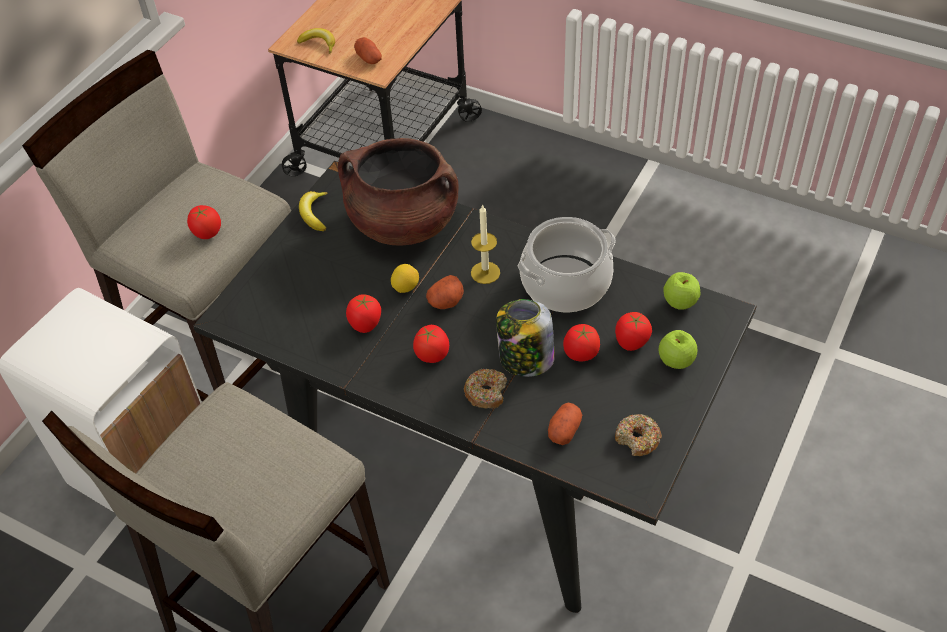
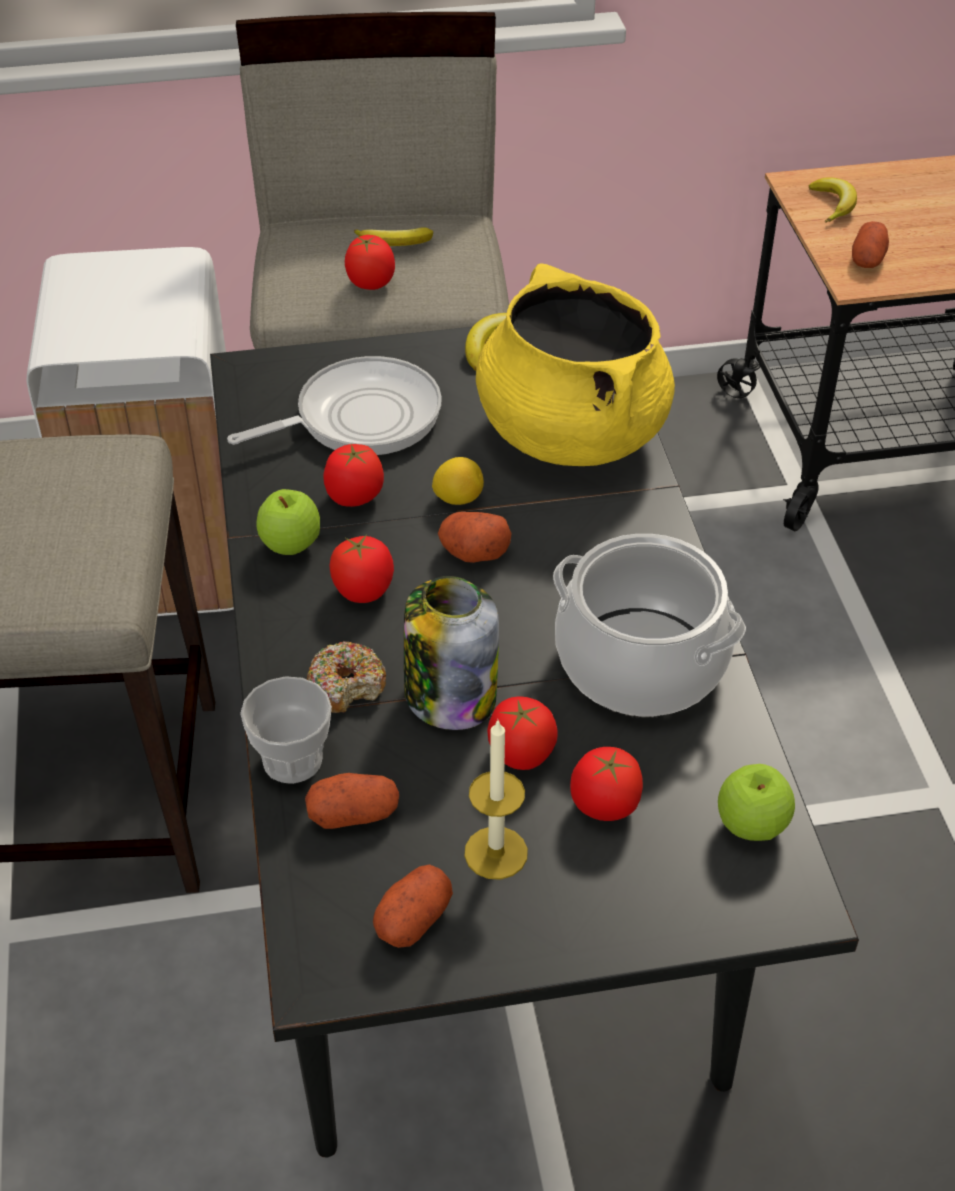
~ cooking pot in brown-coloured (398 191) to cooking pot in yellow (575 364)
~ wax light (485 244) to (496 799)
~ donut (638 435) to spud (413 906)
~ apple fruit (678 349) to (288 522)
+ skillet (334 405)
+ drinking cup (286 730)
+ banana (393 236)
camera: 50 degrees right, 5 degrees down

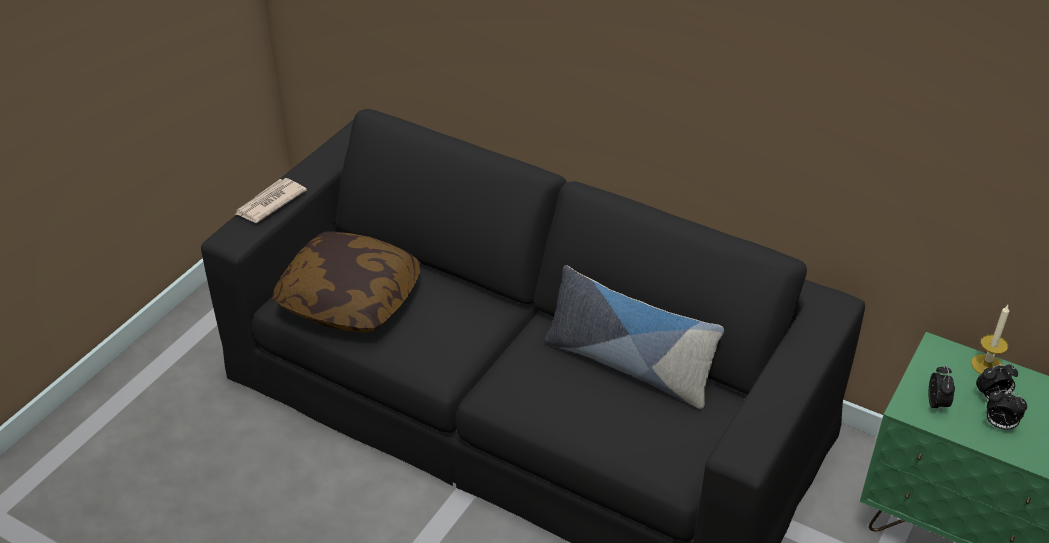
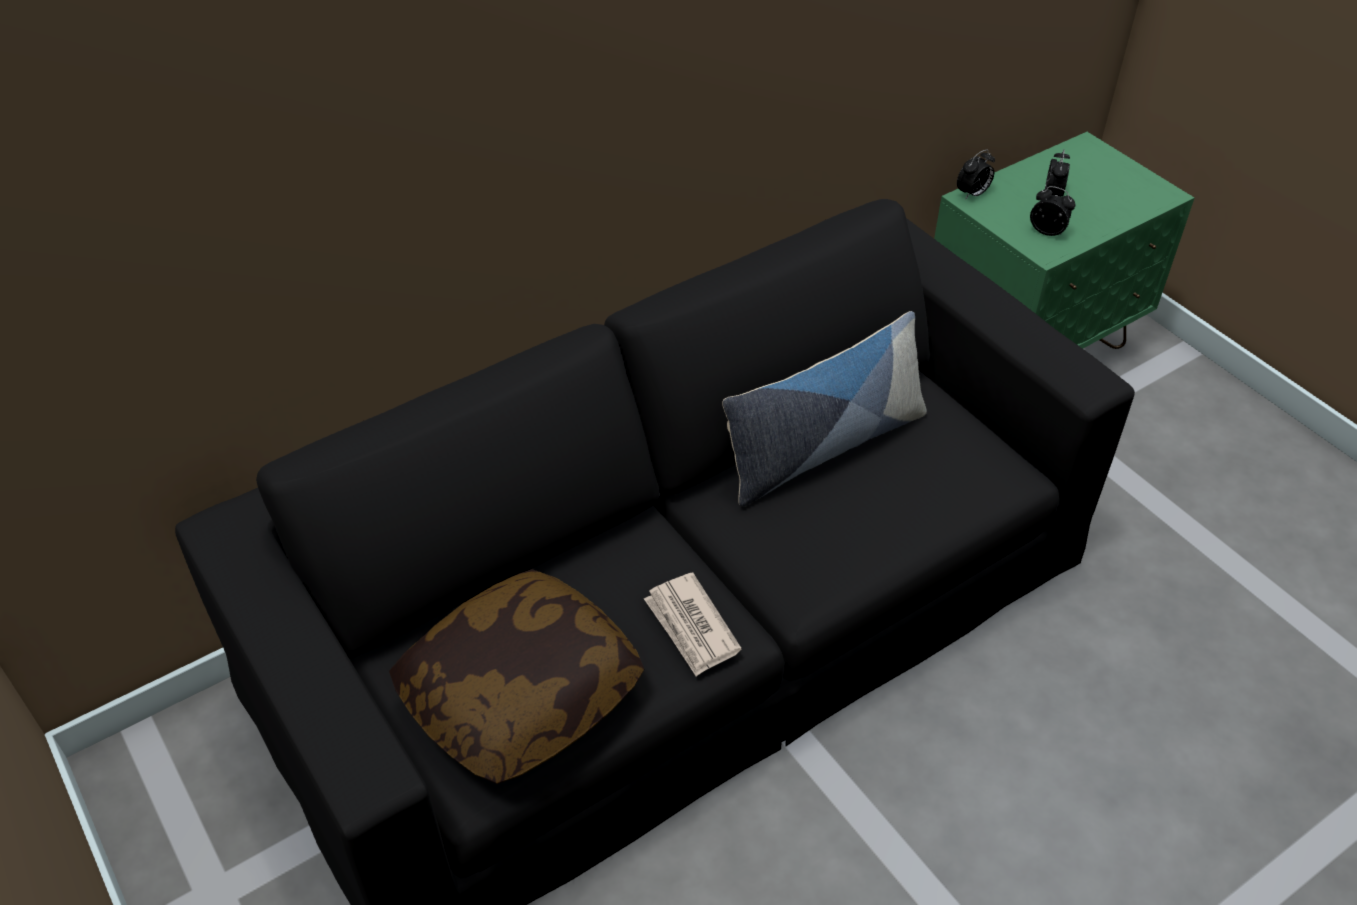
~ newspaper (271 200) to (693 625)
- wax light (990 339)
~ bedside clock (1007 410) to (976 175)
camera: 65 degrees left, 5 degrees up

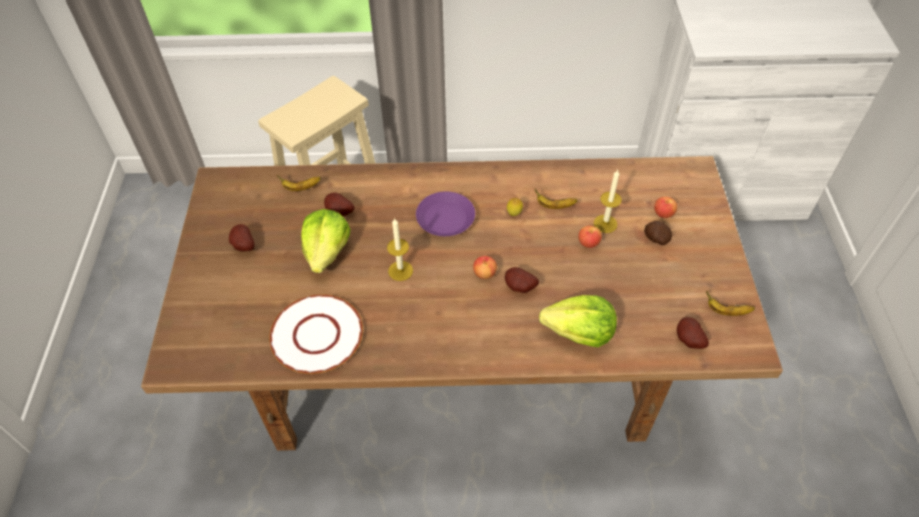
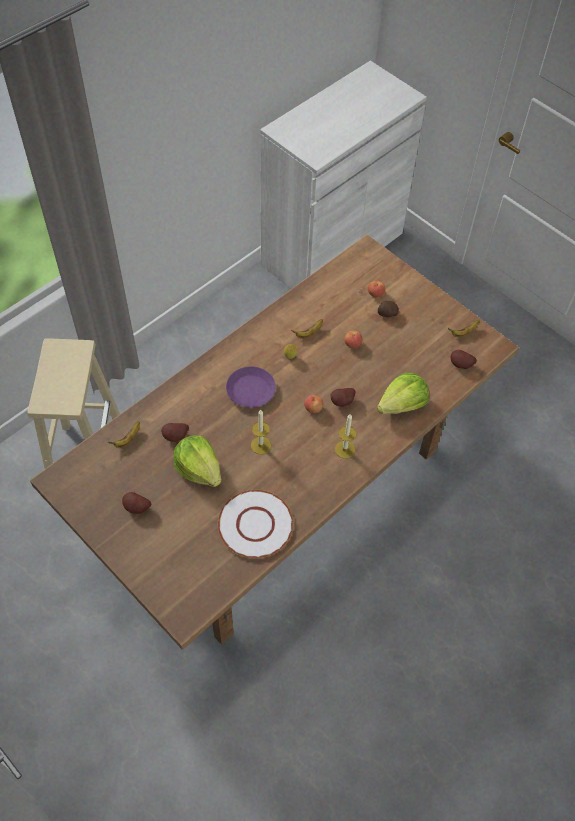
~ wax light (608 201) to (345 436)
camera: 45 degrees left, 5 degrees up

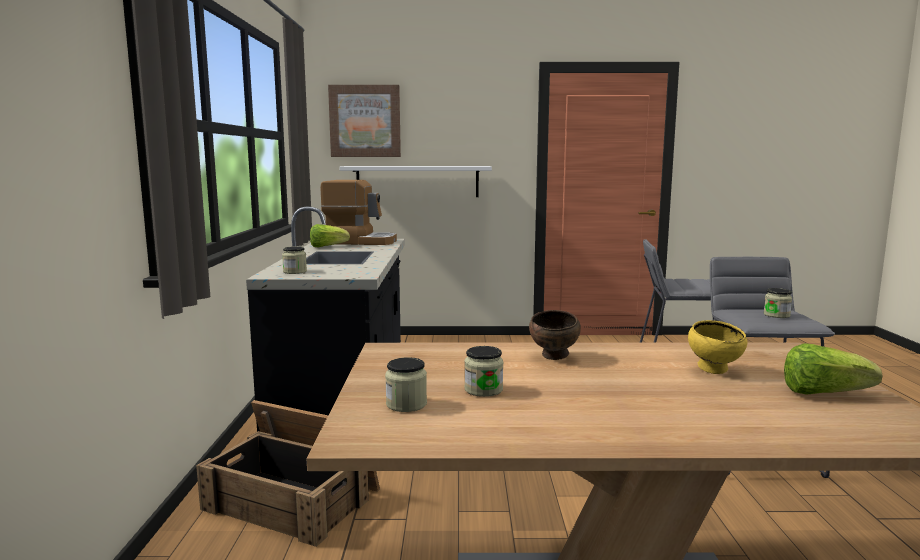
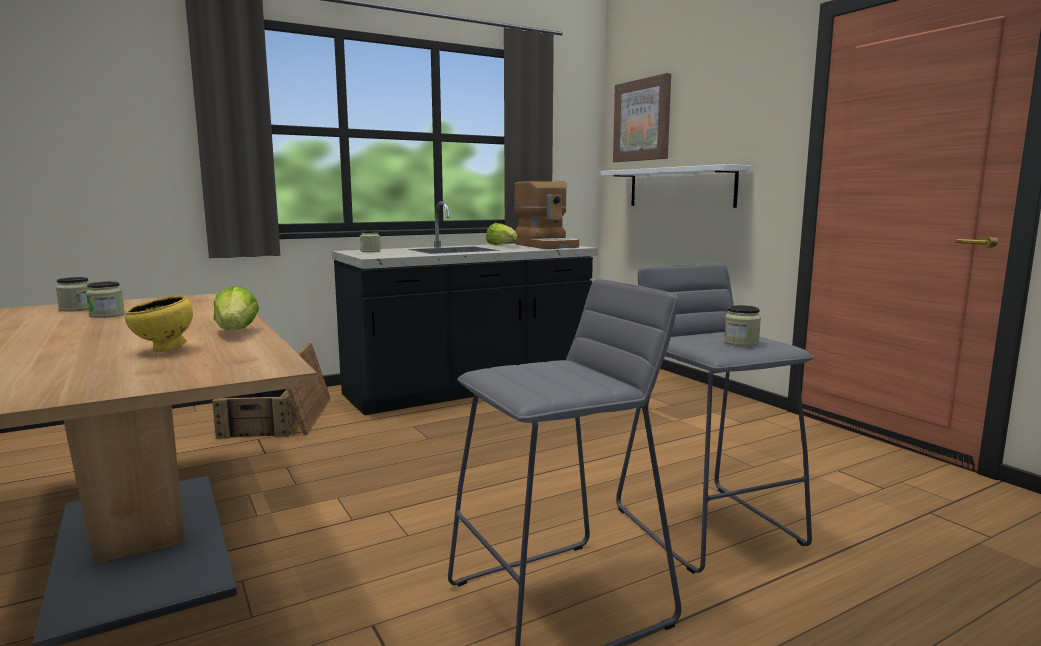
- deep dish in brown-coloured (555 335)
~ storage jar (778 303) to (742 325)
~ lettuce head (833 368) to (236 308)
camera: 60 degrees right, 0 degrees up

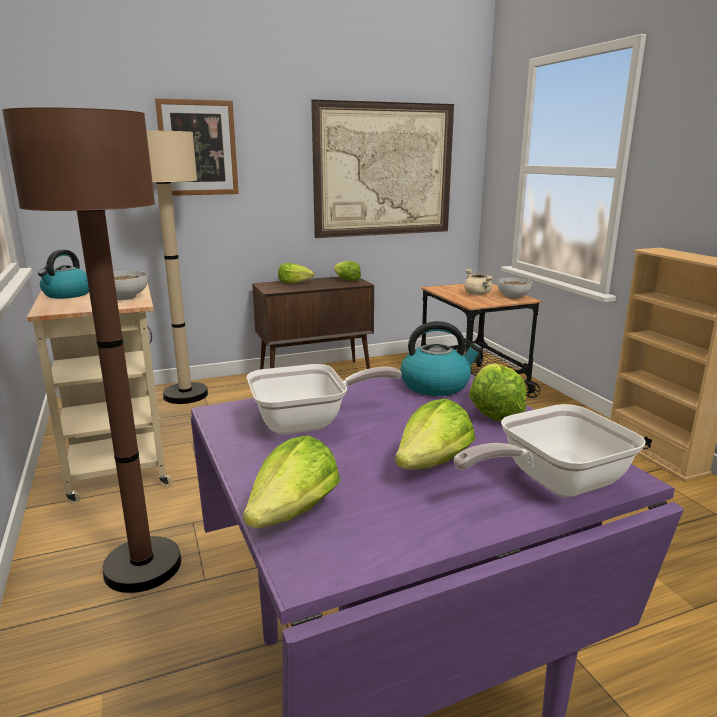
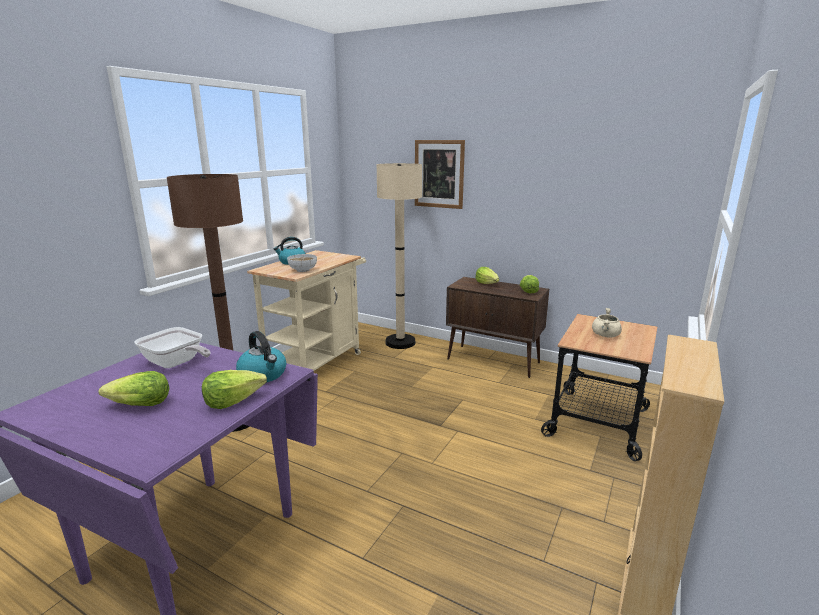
- lettuce head (291 482)
- picture (382 168)
- skillet (550 450)
- deep dish (515 288)
camera: 50 degrees right, 0 degrees up

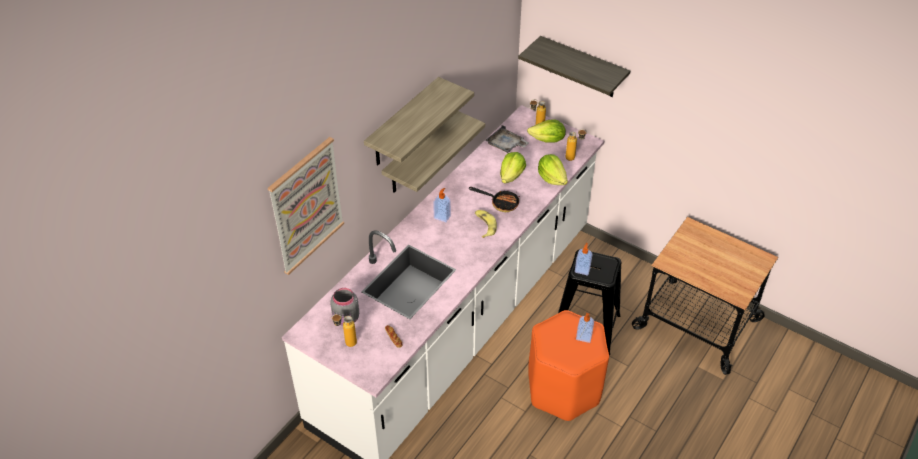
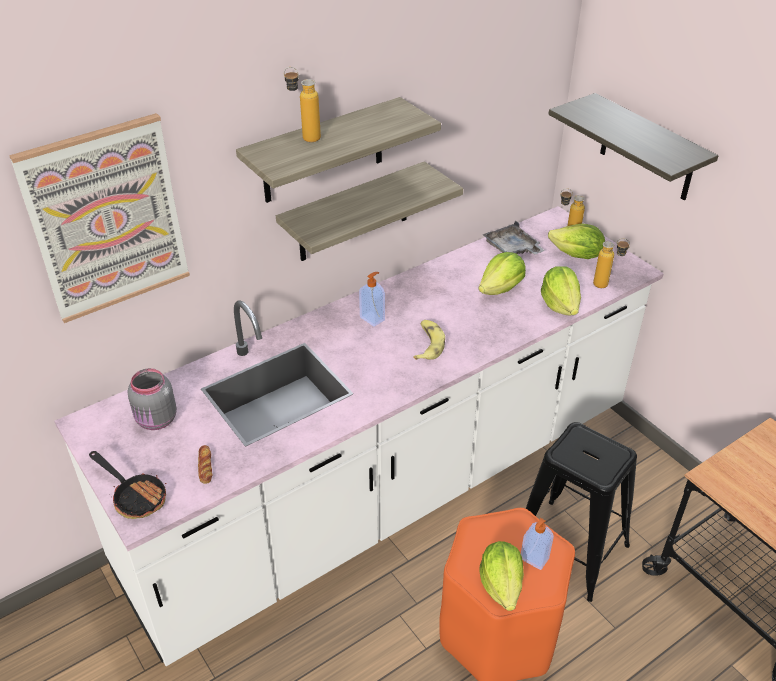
~ bottle (344 330) to (302 104)
~ skillet (494 199) to (128 485)
- soap bottle (583 259)
+ lettuce head (501 576)
camera: 20 degrees right, 5 degrees down

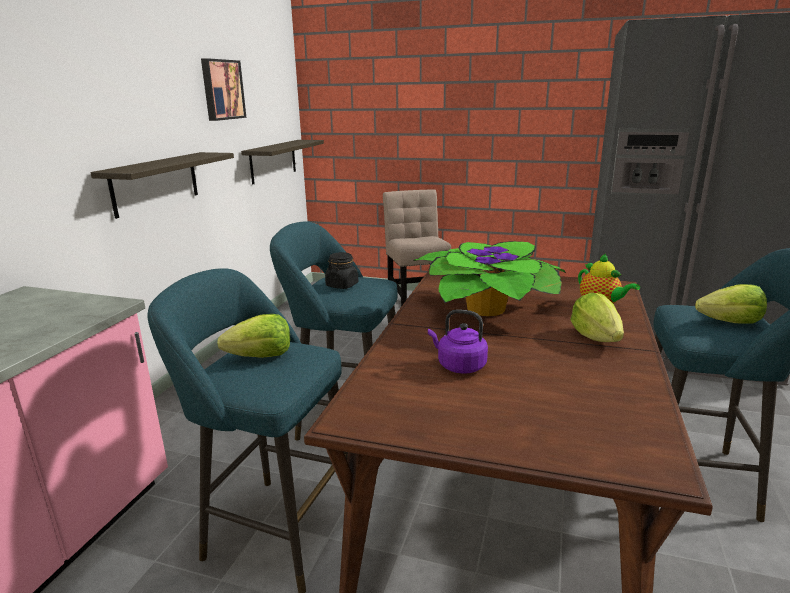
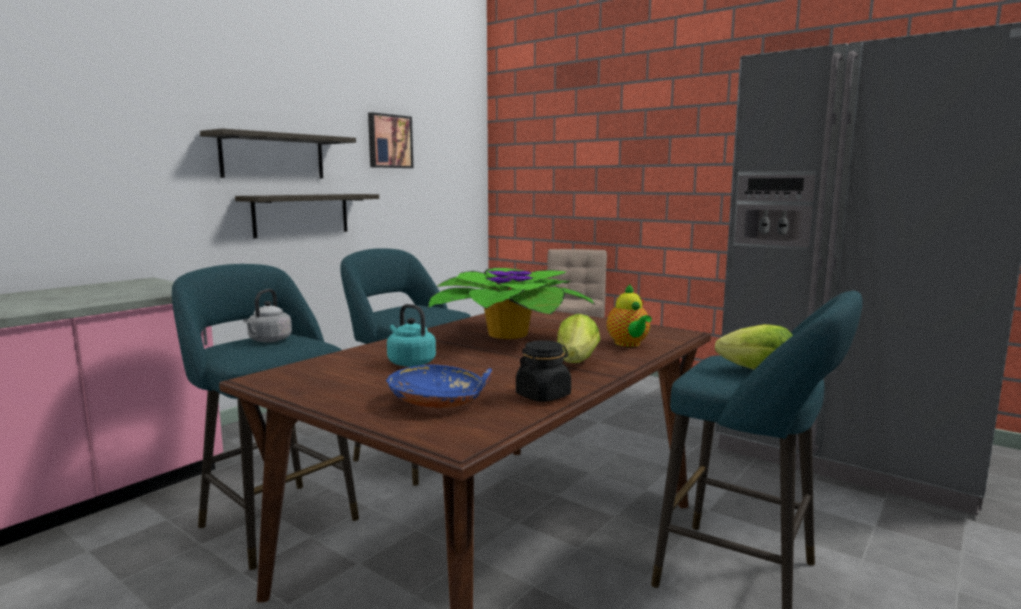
~ lettuce head (253 336) to kettle in grey (267 315)
~ bracket shelf (282 162) to (278 153)
~ storage jar in blackish (341 270) to (543 371)
~ kettle in purplish (458 341) to kettle in turquoise (411 335)
+ deep dish in blue-coloured (439 386)
camera: 20 degrees right, 10 degrees down

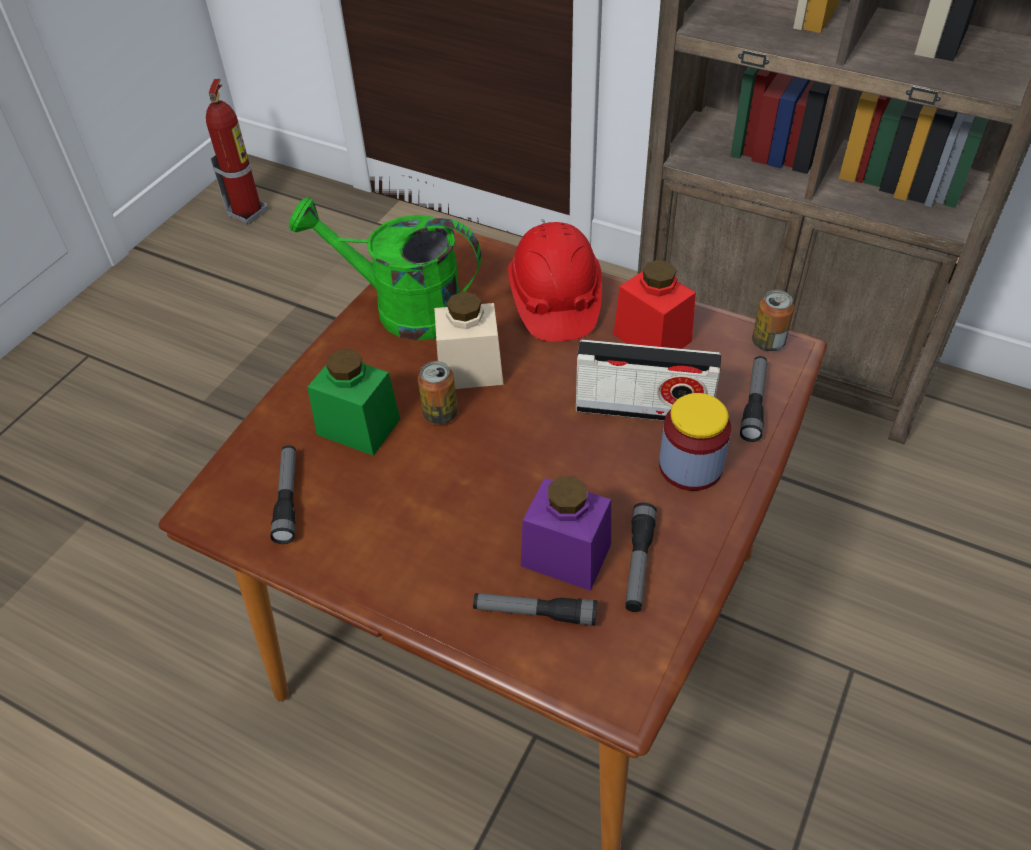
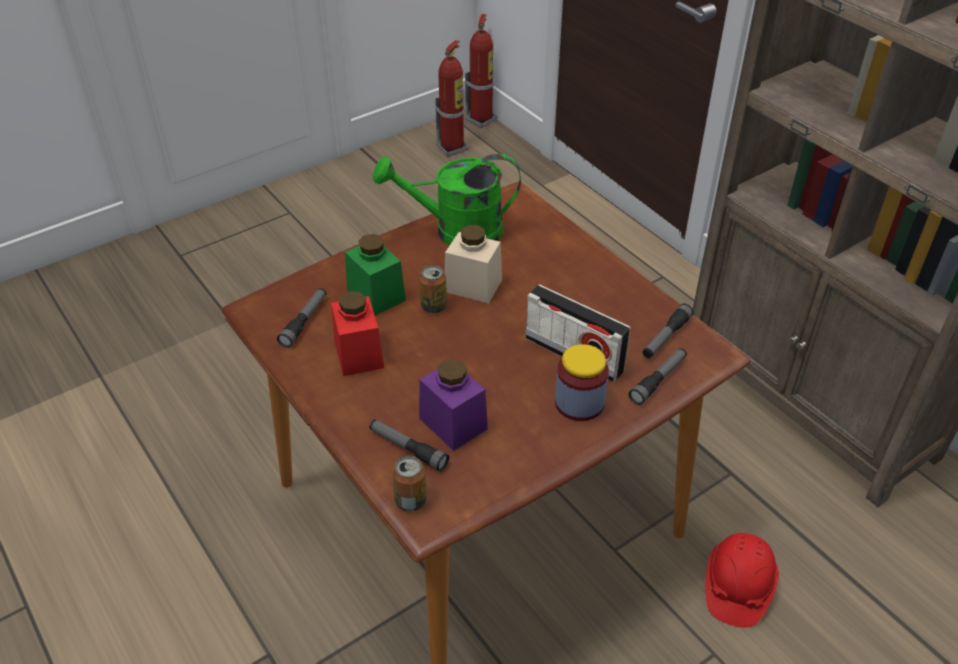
~ watering can in greenish (385 269) = (447 200) 45 degrees counterclockwise
~ work helmet in red-coloured (555 282) to (742 580)
~ storage jar in red-coloured (654 304) to (357 333)
~ torch (641 557) to (668 331)
~ sealed can (773 320) to (409 484)
+ fire-fighting cylinder (481 71)
camera: 25 degrees right, 5 degrees down

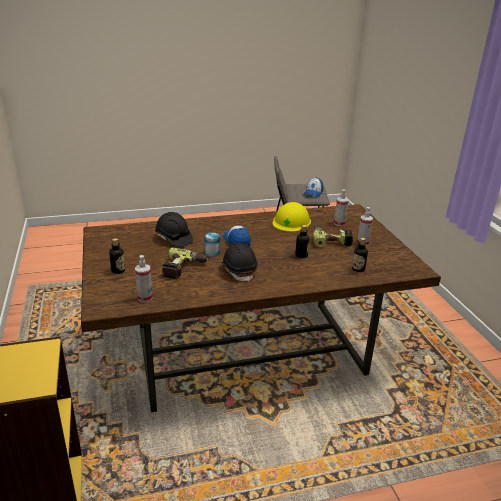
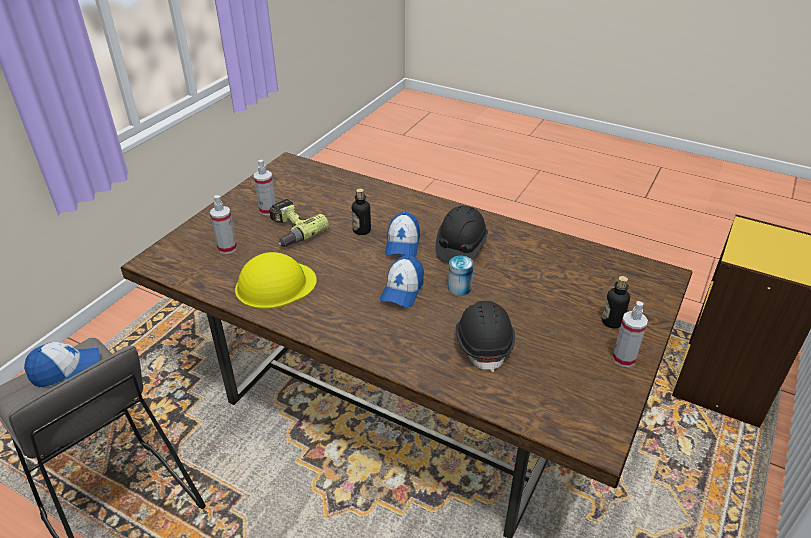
~ hand sprayer (144 278) to (630 334)
- electric drill (185 263)
- bottle (360 255)
+ peaked cap (402 234)
camera: 135 degrees left, 10 degrees up

